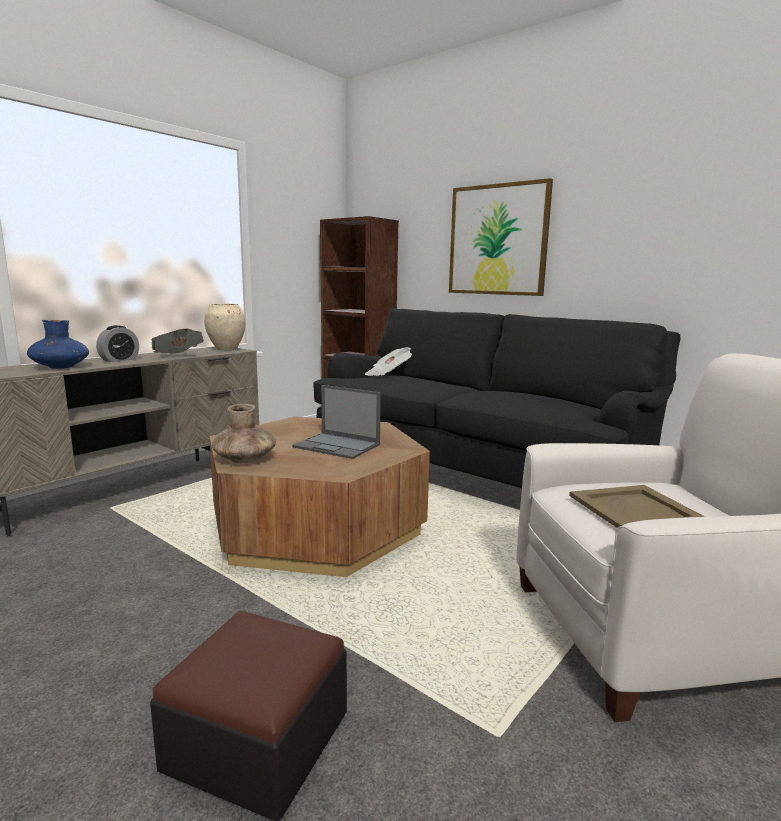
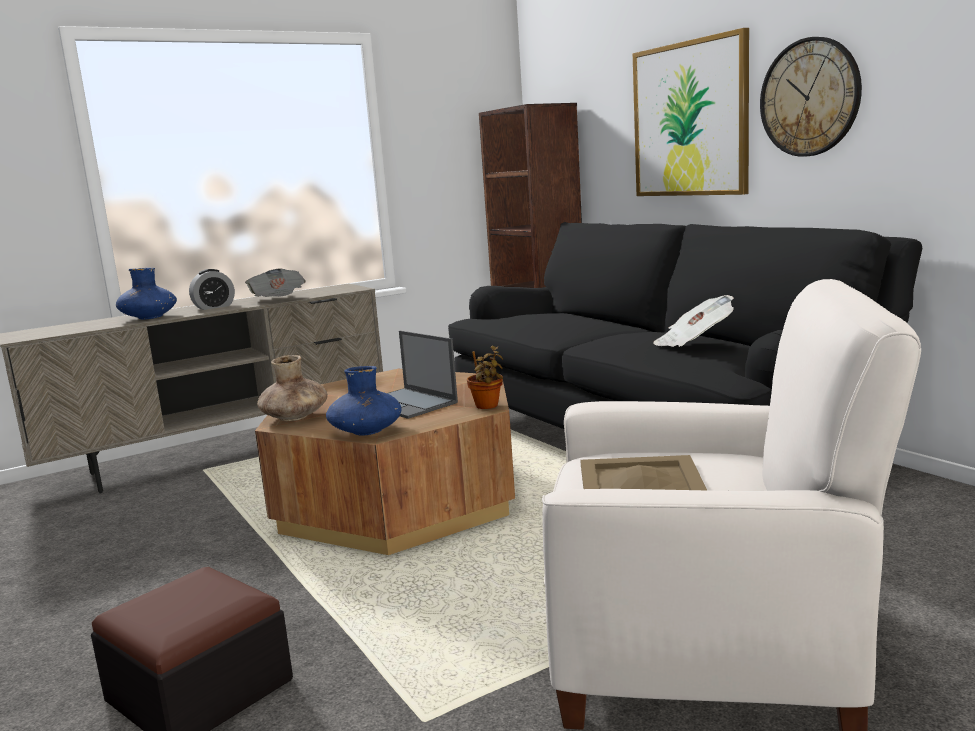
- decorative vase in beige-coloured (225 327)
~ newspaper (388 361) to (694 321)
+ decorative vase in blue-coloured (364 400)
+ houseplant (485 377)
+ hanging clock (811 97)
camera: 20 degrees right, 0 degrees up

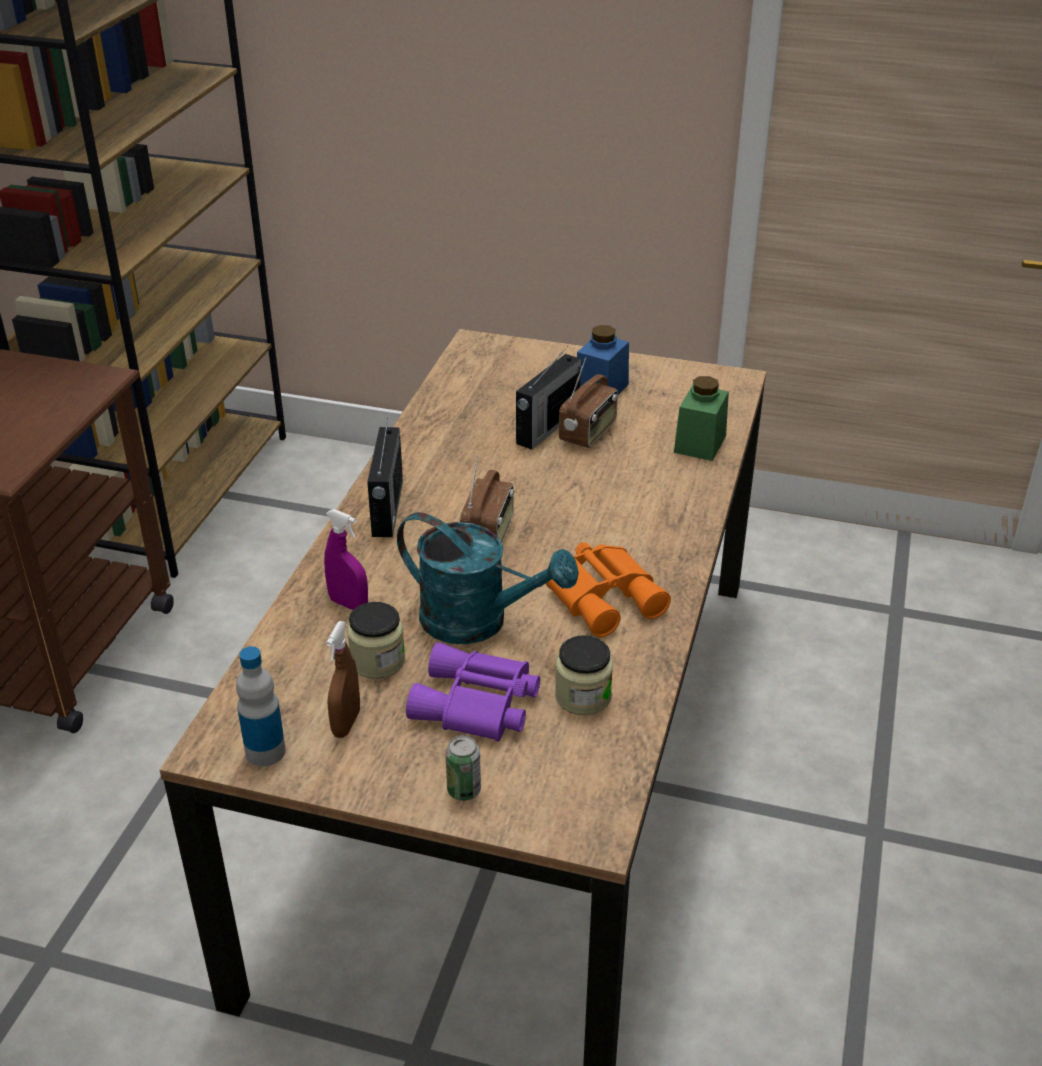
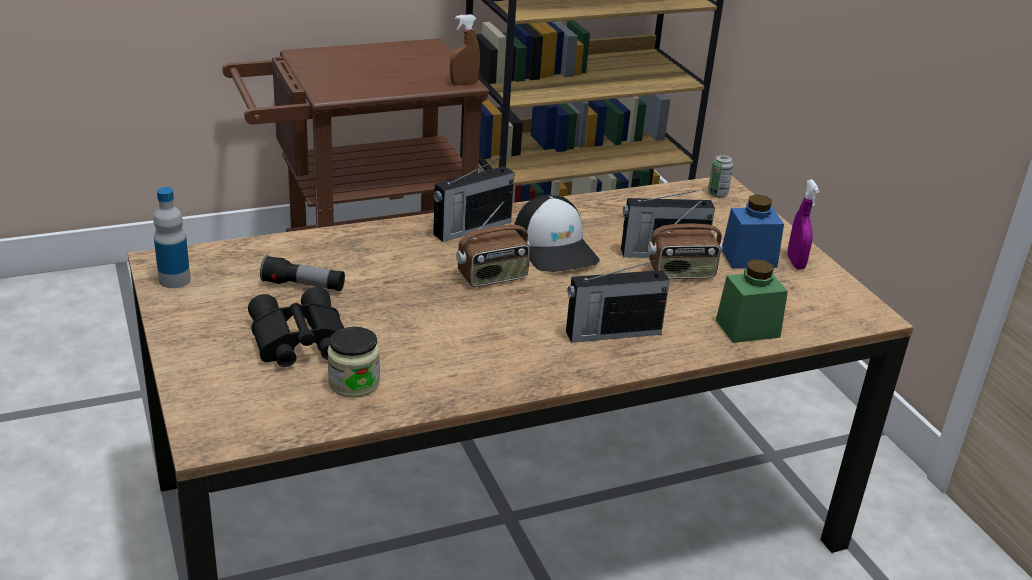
~ hand sprayer in purplish (346 559) to (803 224)
~ hand sprayer in brown-coloured (343 679) to (465 49)
~ storage jar (376 640) to torch (302 273)
- watering can in turquoise (488 578)
~ binoculars in purplish (473 692) to binoculars in blackish (296 327)
~ sealed can (463 768) to (721 176)
- binoculars in orange (608 589)
+ peaked cap (557 233)
+ radio (618 301)
camera: 50 degrees right, 5 degrees down

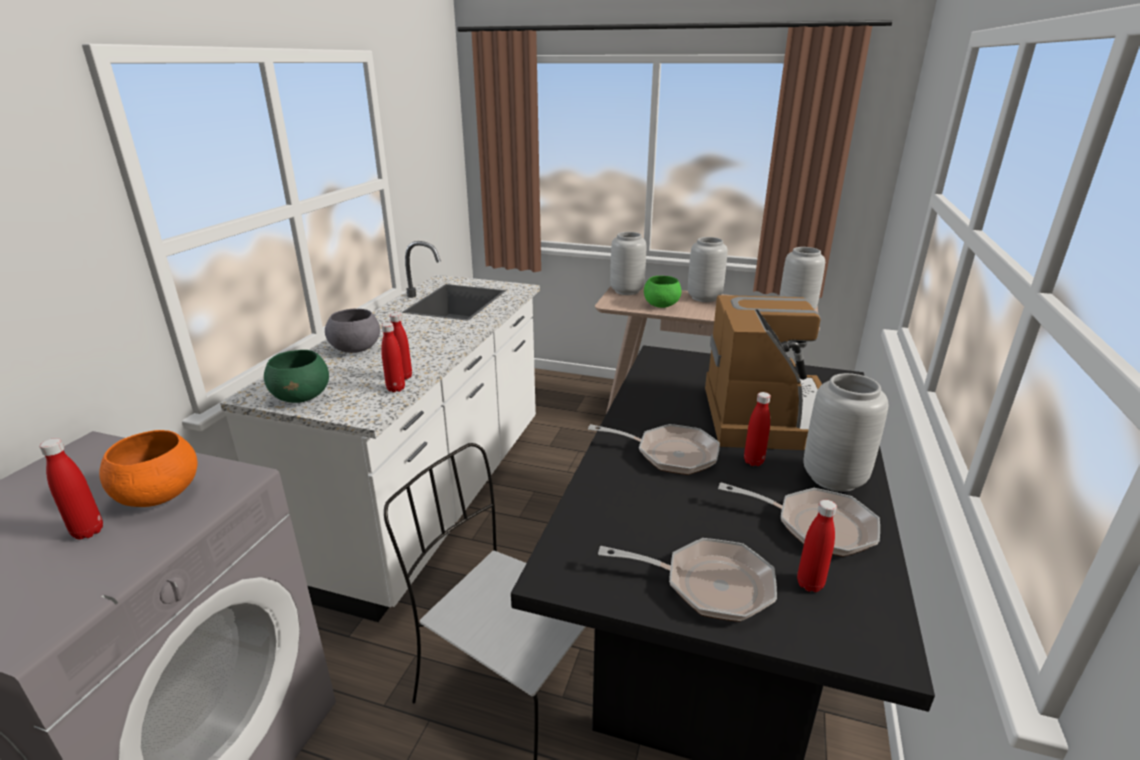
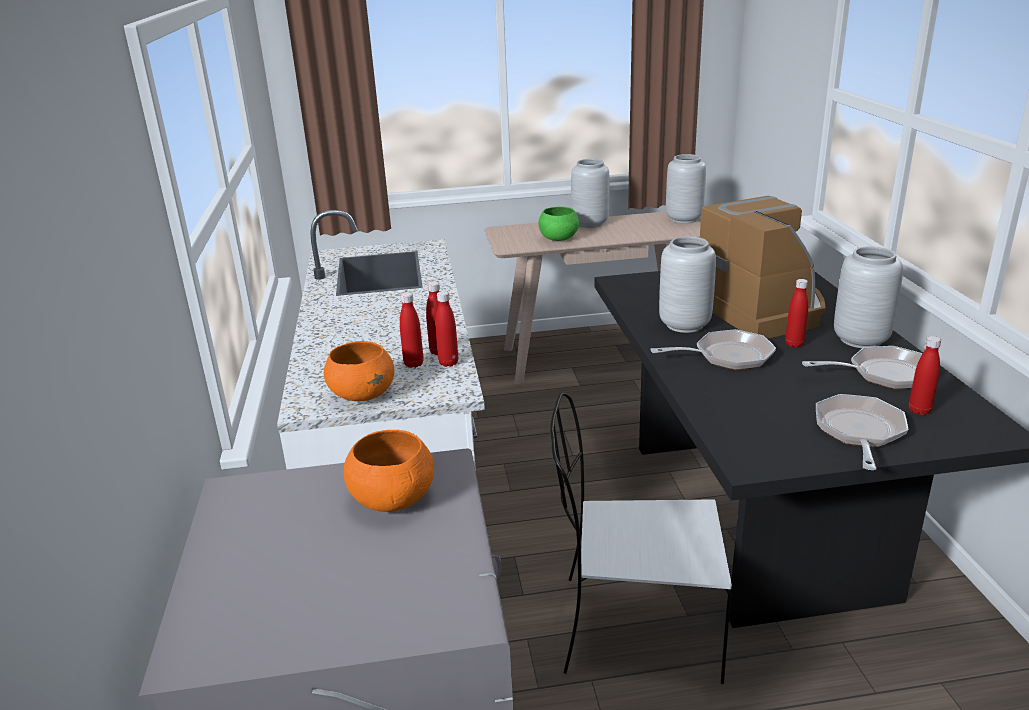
~ bottle in red-coloured (71 489) to (412 330)
~ deep dish in greenish (296 376) to deep dish in orange (359 371)
- deep dish in grey (352 331)
~ skillet (687 580) = (862 432) 60 degrees counterclockwise
~ decorative vase in grey (628 263) to (687 284)
camera: 25 degrees left, 0 degrees up

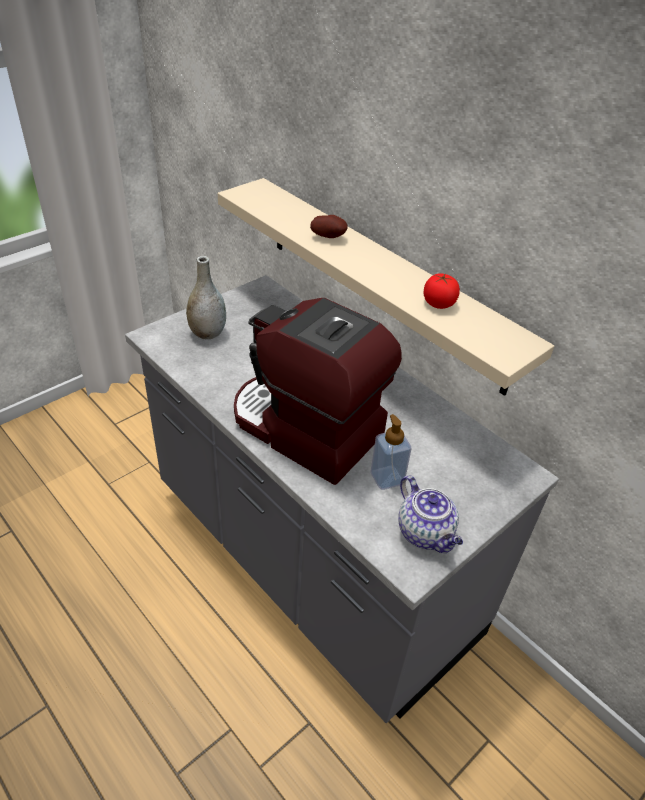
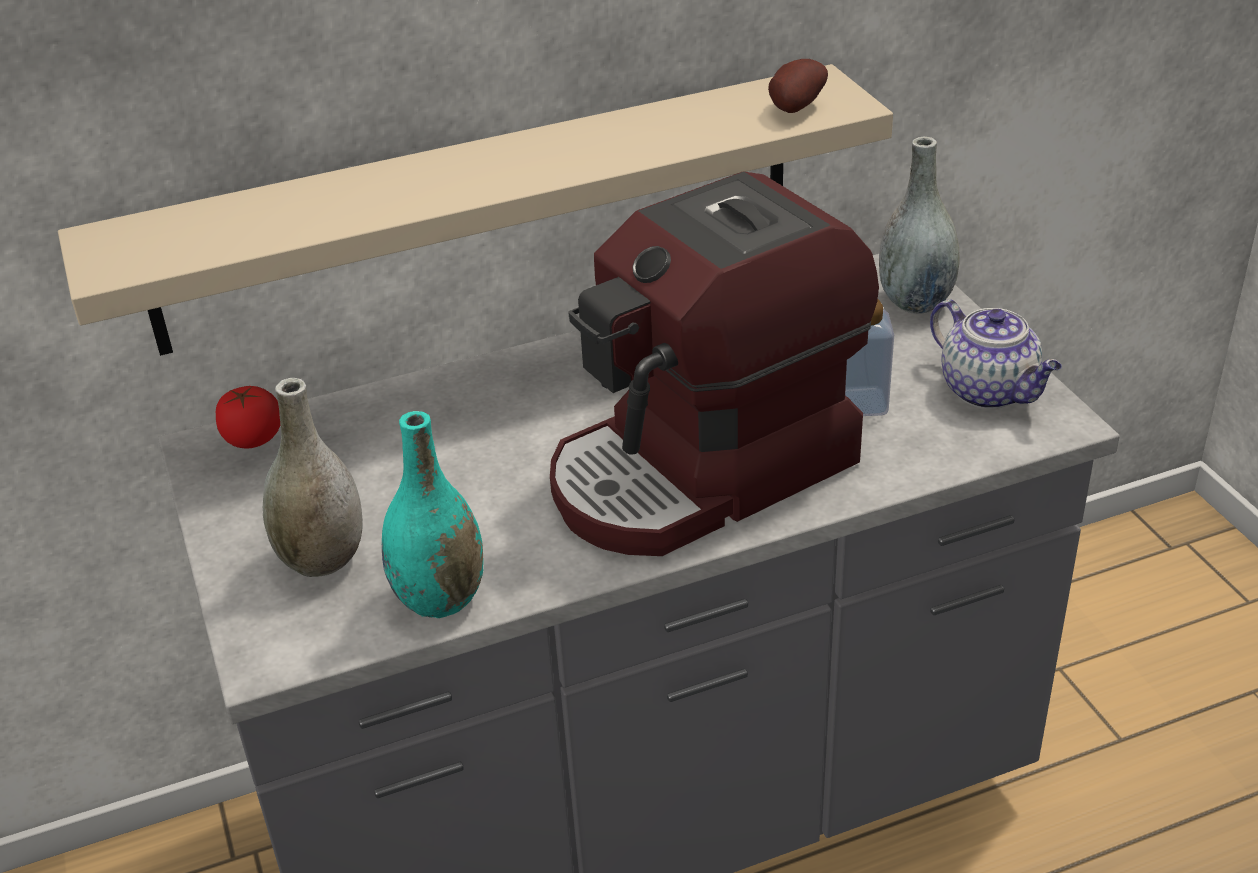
~ spud (329 226) to (798 86)
~ tea pot (430 514) = (996 354) 60 degrees clockwise
~ tomato (442 291) to (248 417)
+ decorative vase in turquoise (433 514)
+ decorative vase in grey (919 225)
camera: 65 degrees left, 5 degrees down

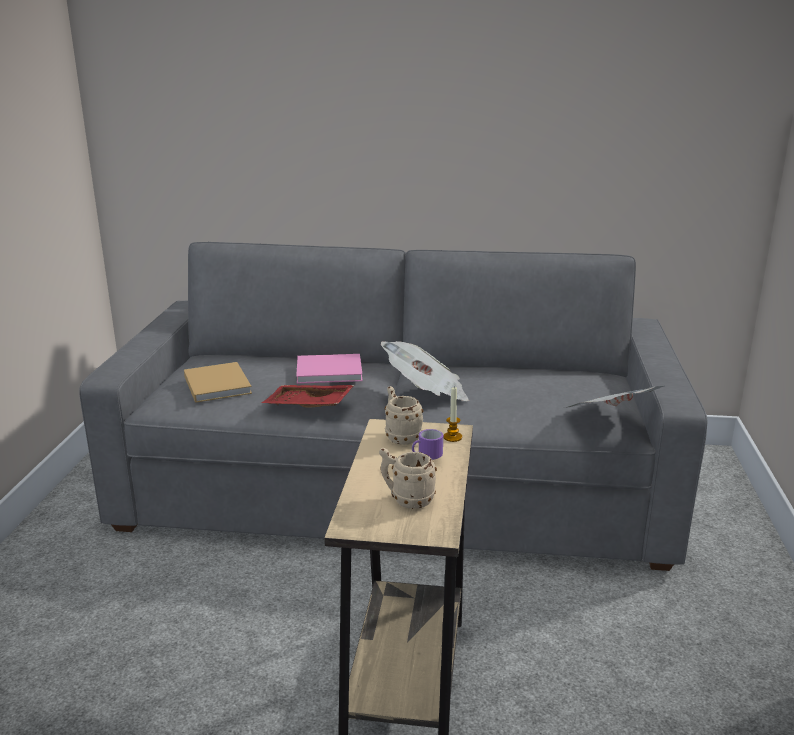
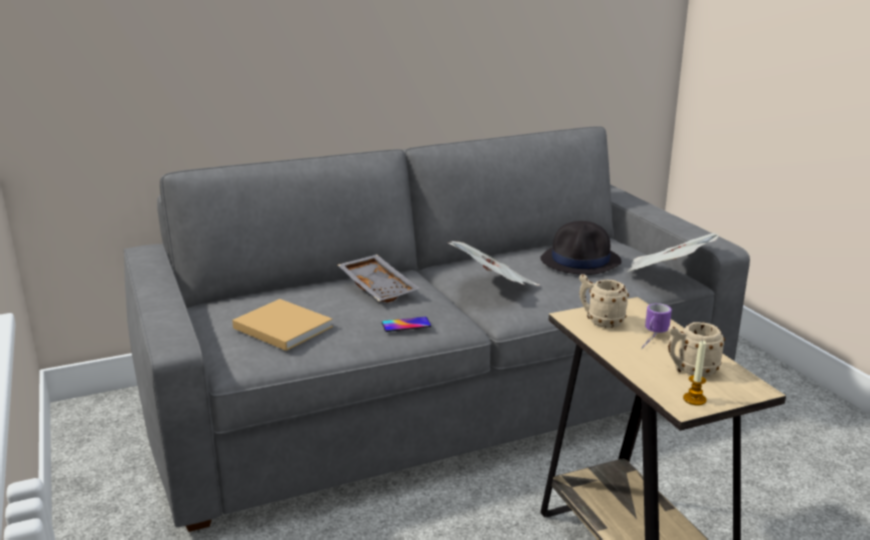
~ serving tray in red-coloured (308 396) to telephone (406 324)
~ bound book in pink-coloured (329 369) to serving tray in grey (379 278)
~ wax light (452 414) to (695 373)
+ hat in blackish (581 248)
camera: 30 degrees left, 0 degrees up

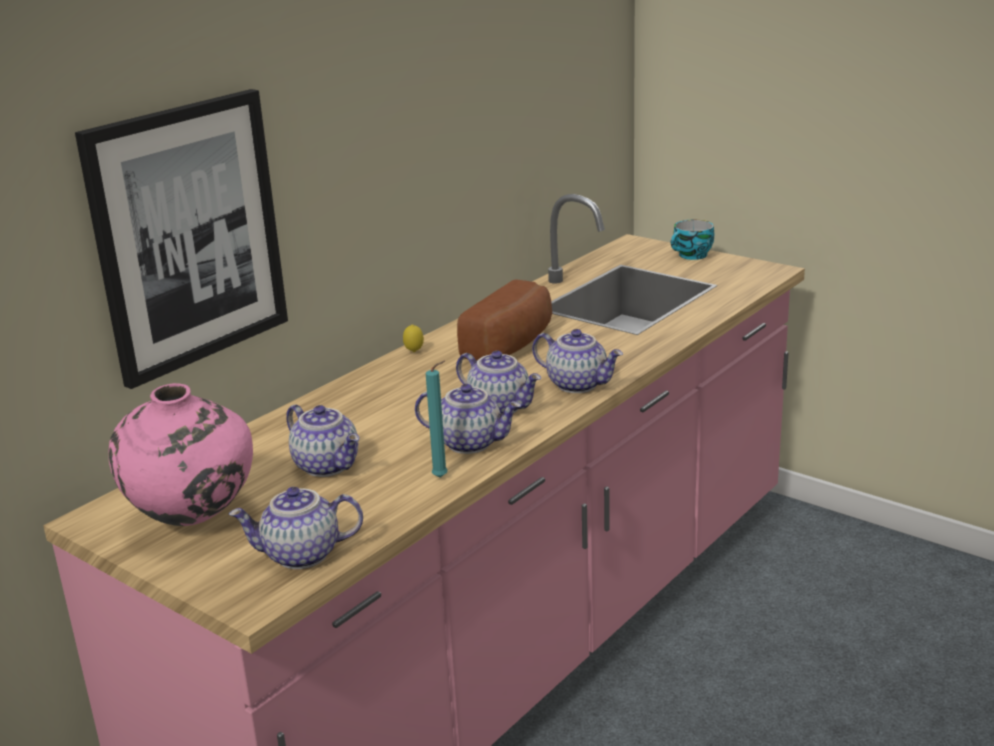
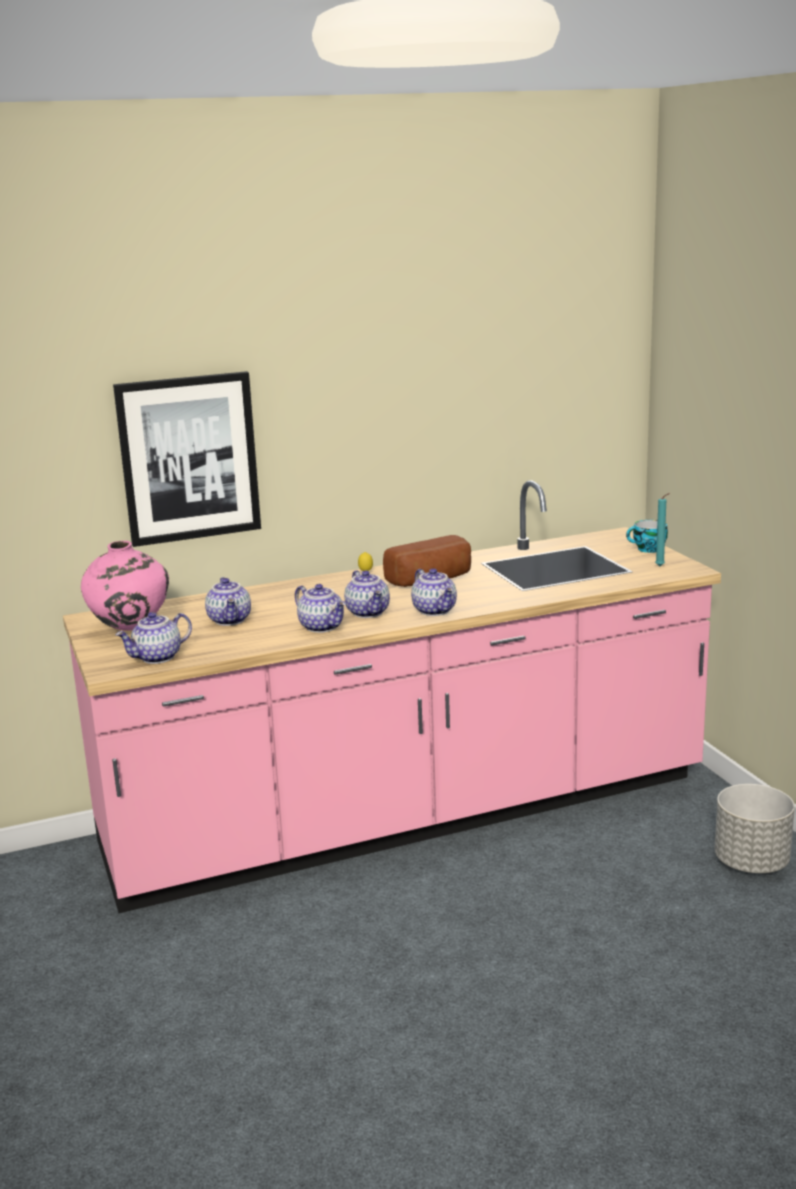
~ tea pot (295 528) = (154 638) 60 degrees counterclockwise
~ wax light in turquoise (437 419) to (662 529)
+ flower pot in grey (754 828)
camera: 30 degrees right, 5 degrees down

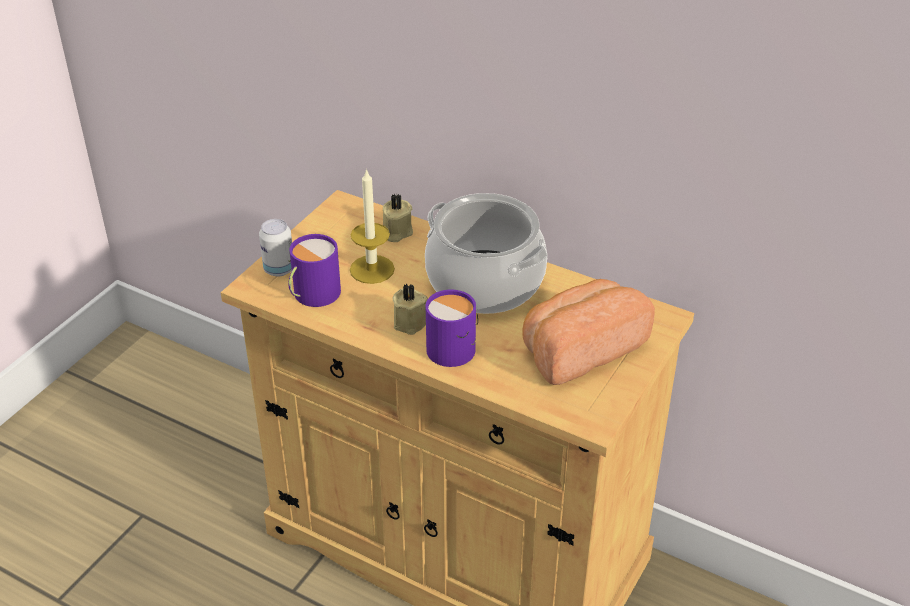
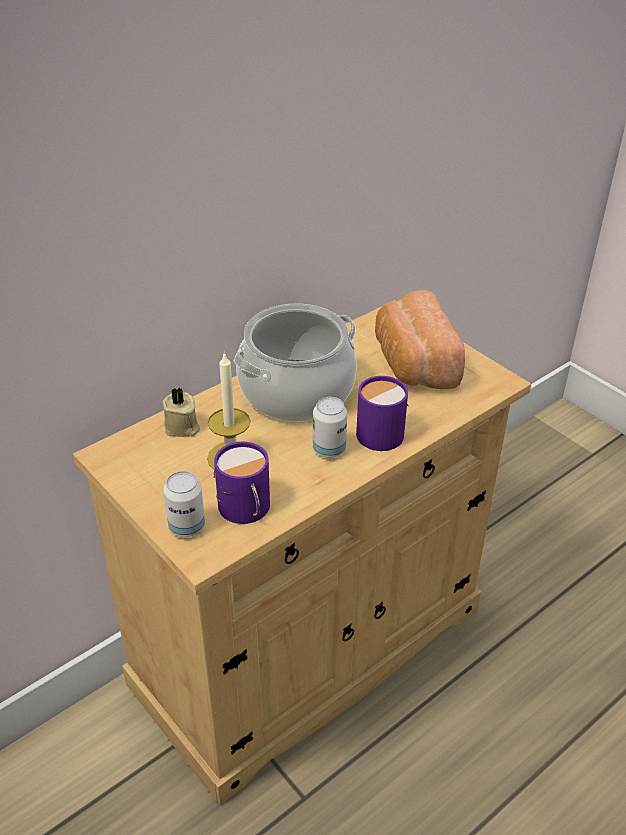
~ wax light in beige-coloured (410 309) to sealed can (330 427)
camera: 70 degrees left, 0 degrees up

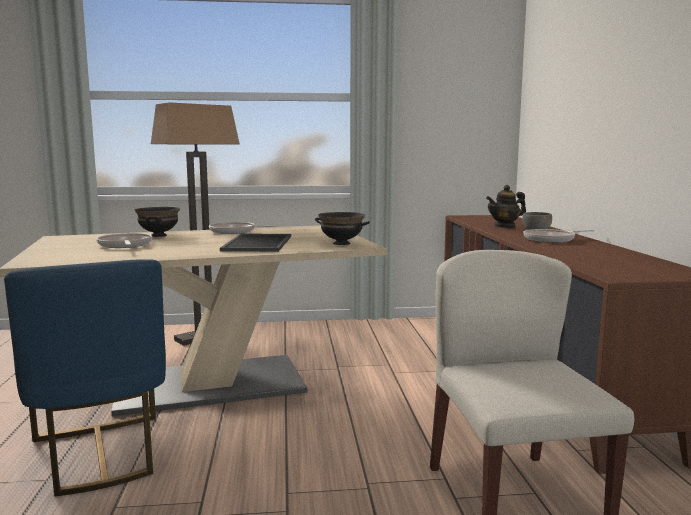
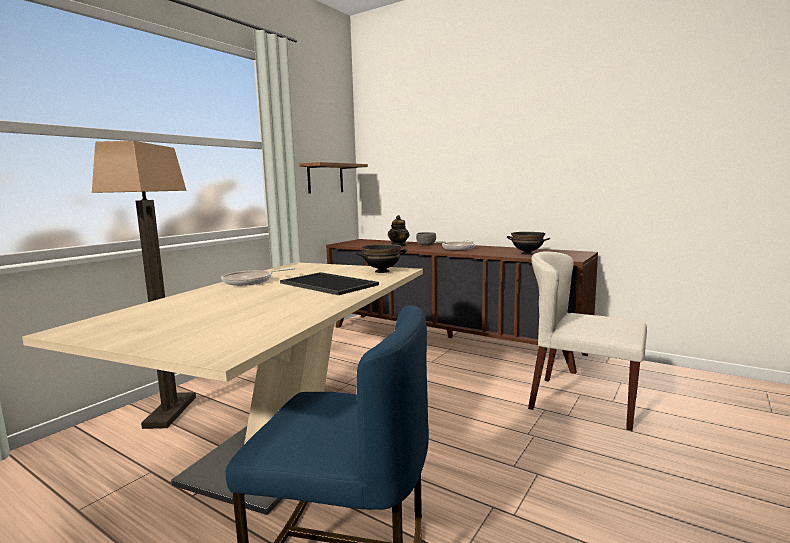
- skillet (124 240)
~ deep dish in blackish (157 222) to (528 243)
+ bracket shelf (333 178)
camera: 50 degrees left, 0 degrees up

